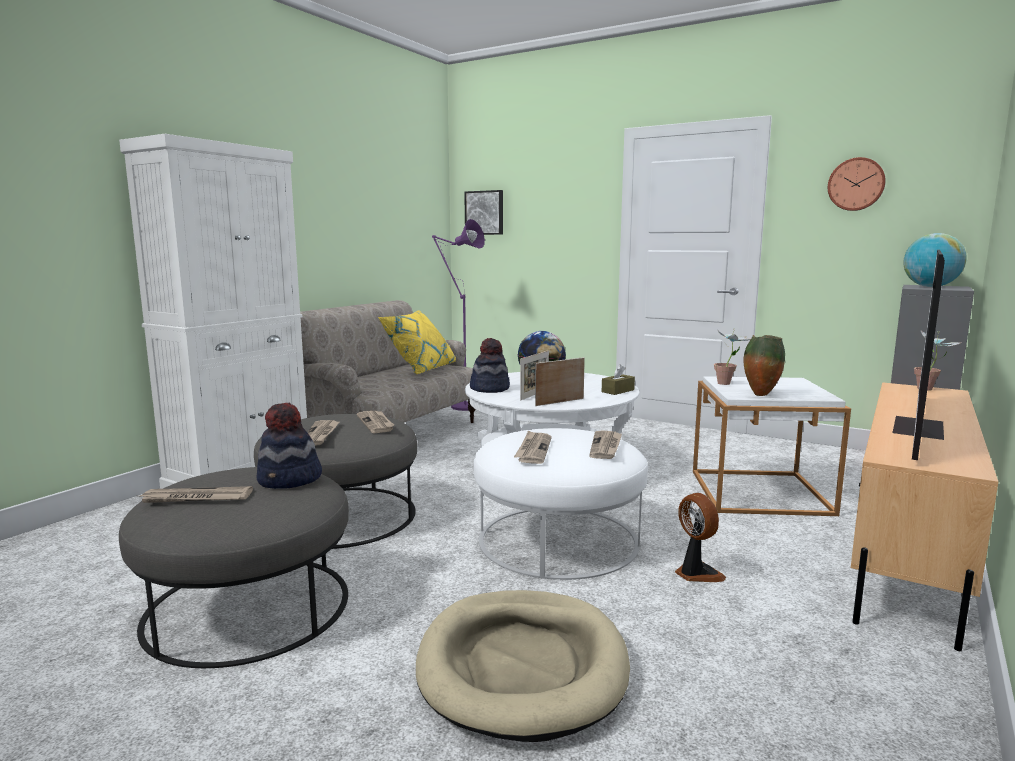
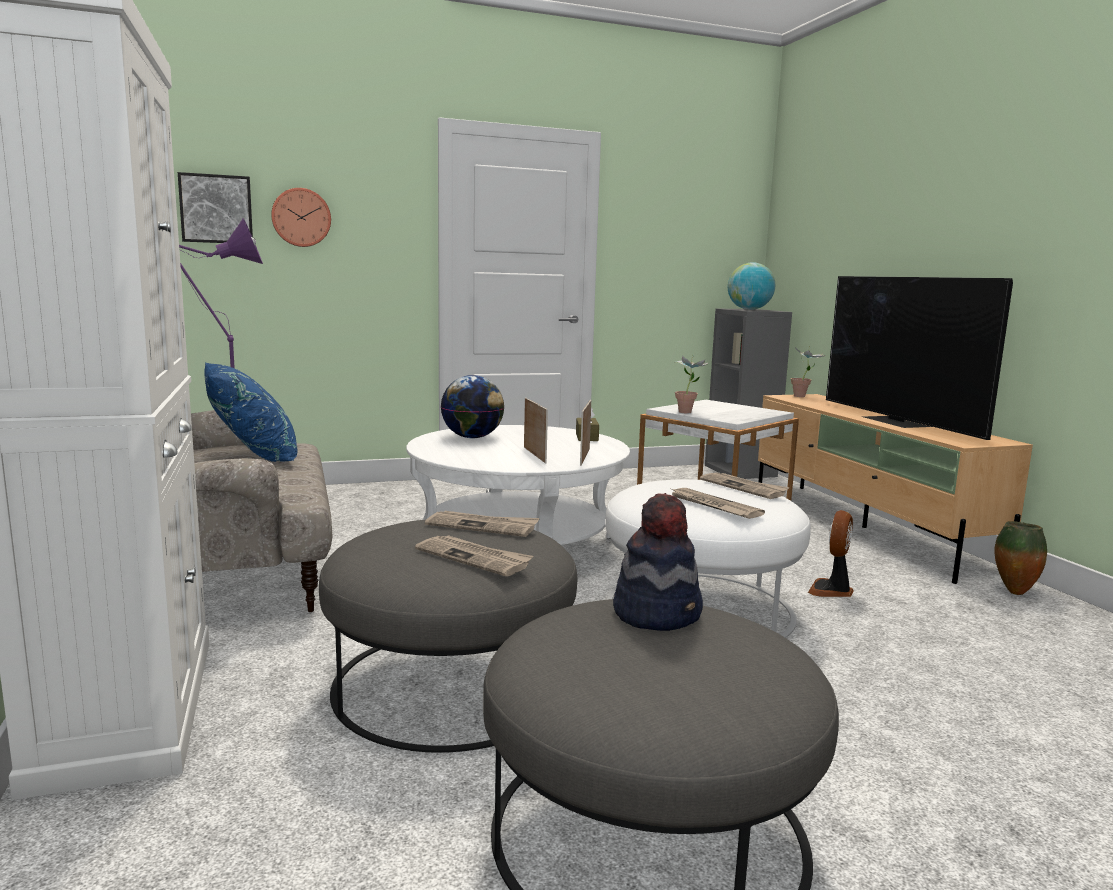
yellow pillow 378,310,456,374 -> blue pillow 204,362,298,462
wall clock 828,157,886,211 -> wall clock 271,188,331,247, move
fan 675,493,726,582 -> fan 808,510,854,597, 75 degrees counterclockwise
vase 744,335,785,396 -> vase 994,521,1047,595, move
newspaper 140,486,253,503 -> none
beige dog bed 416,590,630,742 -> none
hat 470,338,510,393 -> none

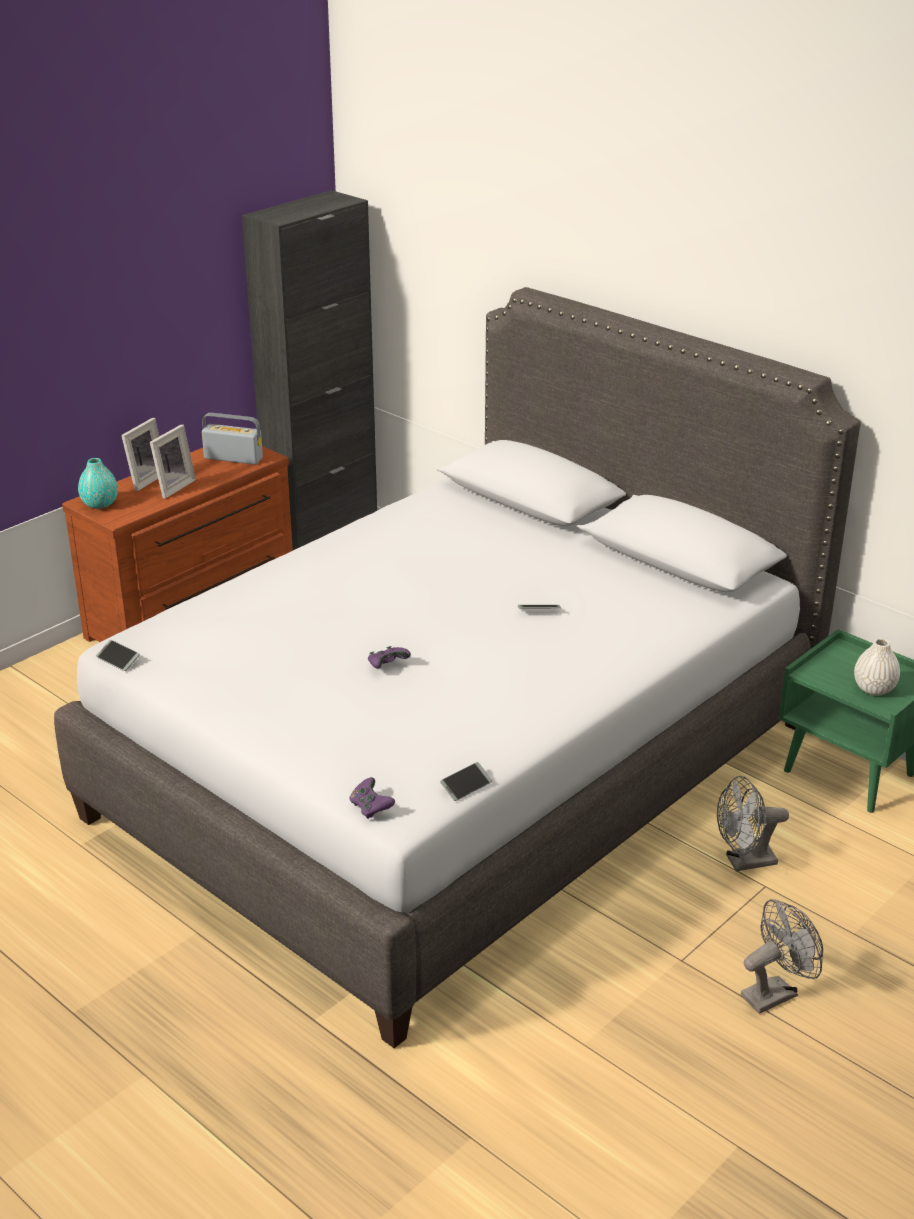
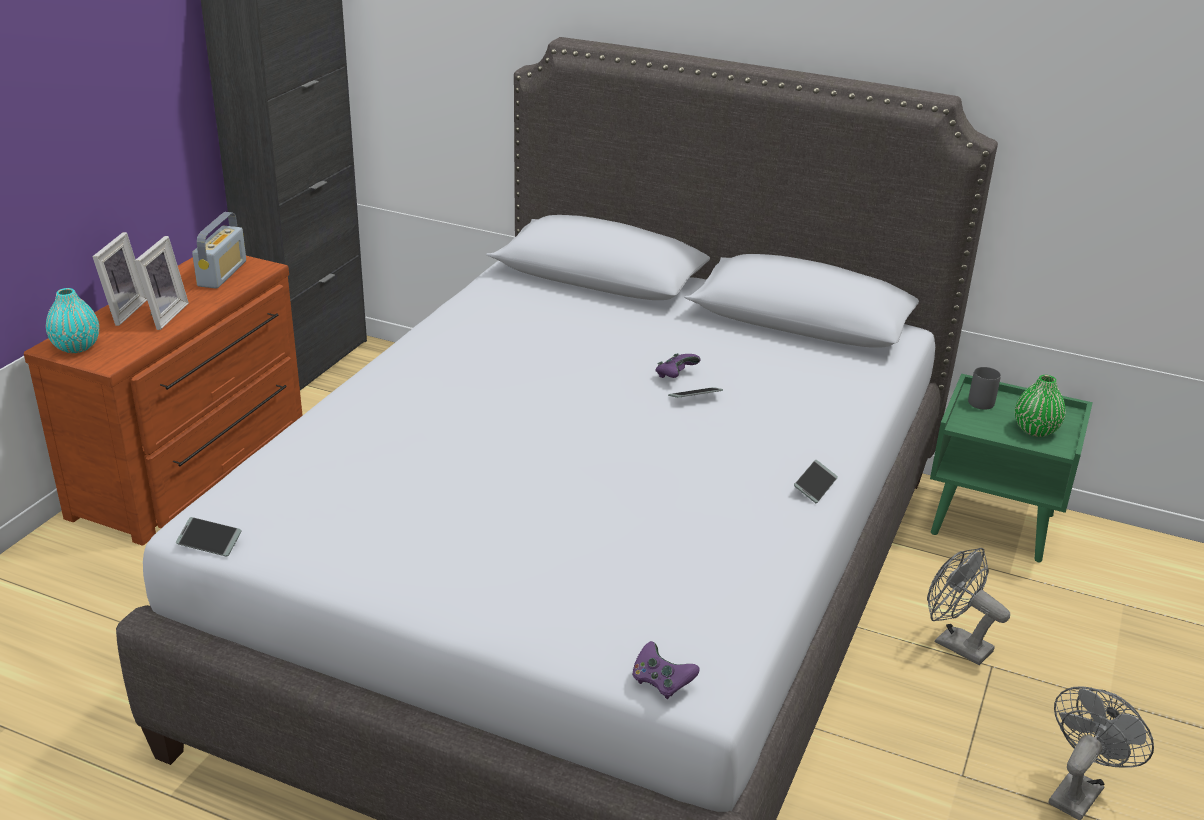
radio 202,413,263,465 -> radio 192,212,246,289, 105 degrees clockwise
purple game controller 368,646,411,668 -> purple game controller 655,353,701,378, move
phone 440,762,492,801 -> phone 794,460,838,503, move
grey fan 717,776,789,871 -> grey fan 927,548,1010,665, 75 degrees clockwise
none -> grey mug 968,367,1001,410
white vase 854,639,900,695 -> green vase 1015,375,1065,437

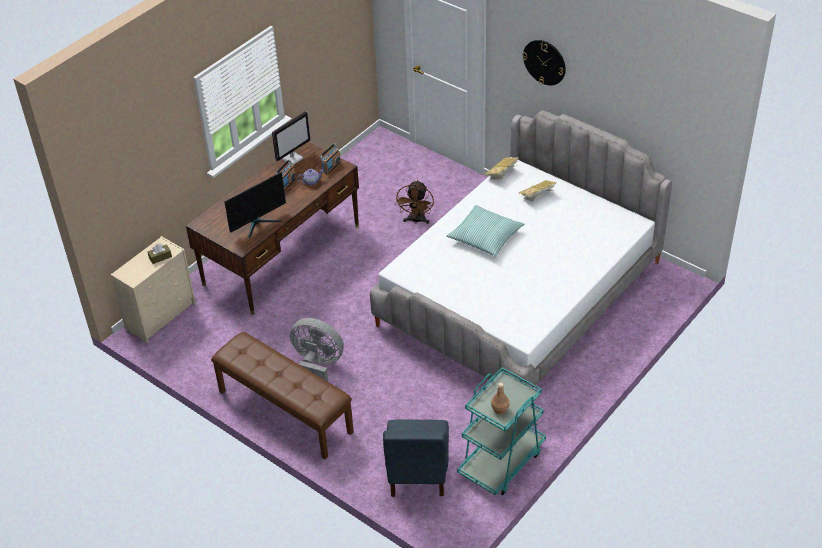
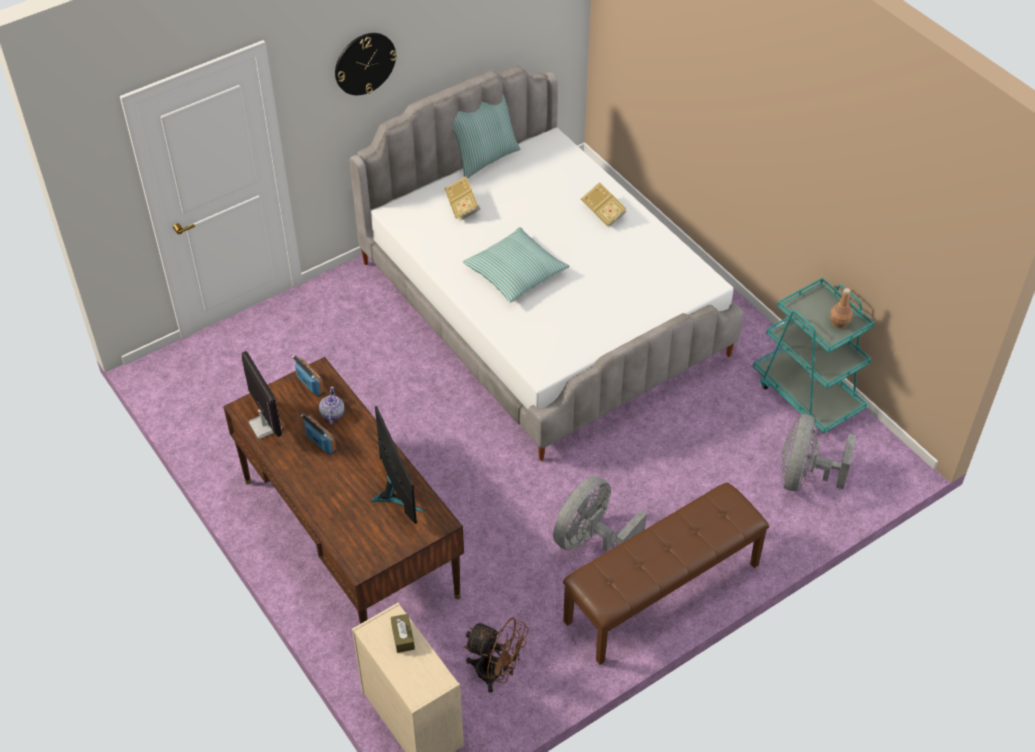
none -> pillow 453,94,520,179
brown fan 396,180,434,224 -> brown fan 464,617,529,693, move
book 484,158,518,180 -> book 581,182,626,228, move
blue chair 383,420,449,497 -> grey fan 781,414,856,491

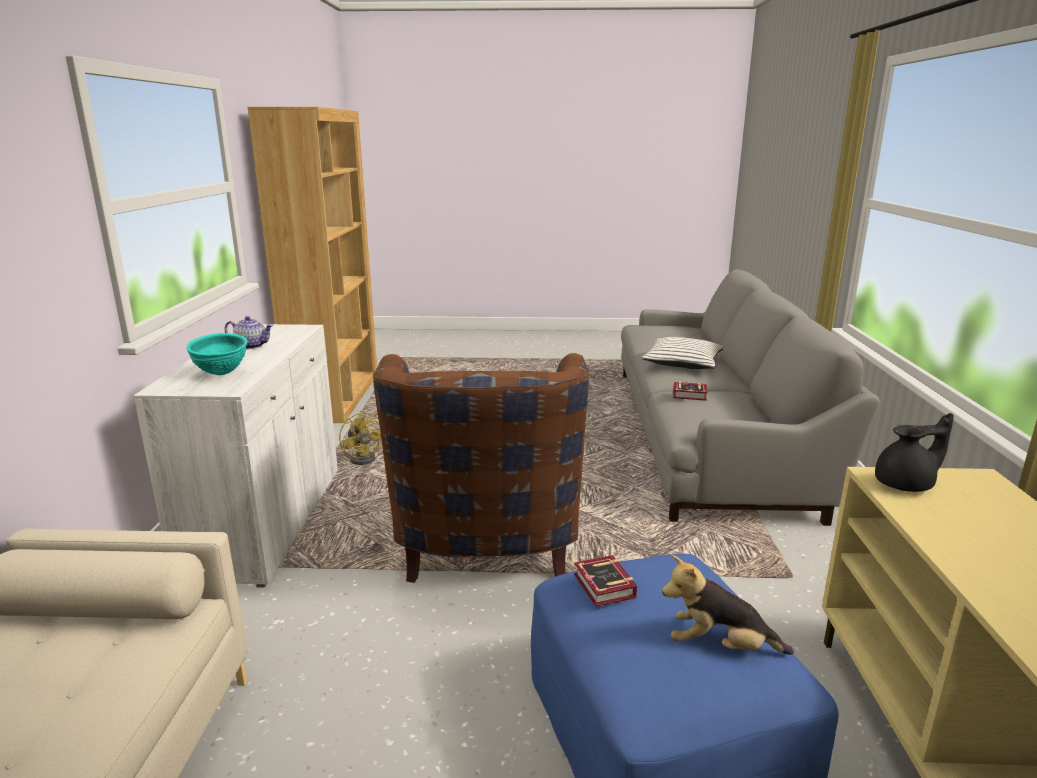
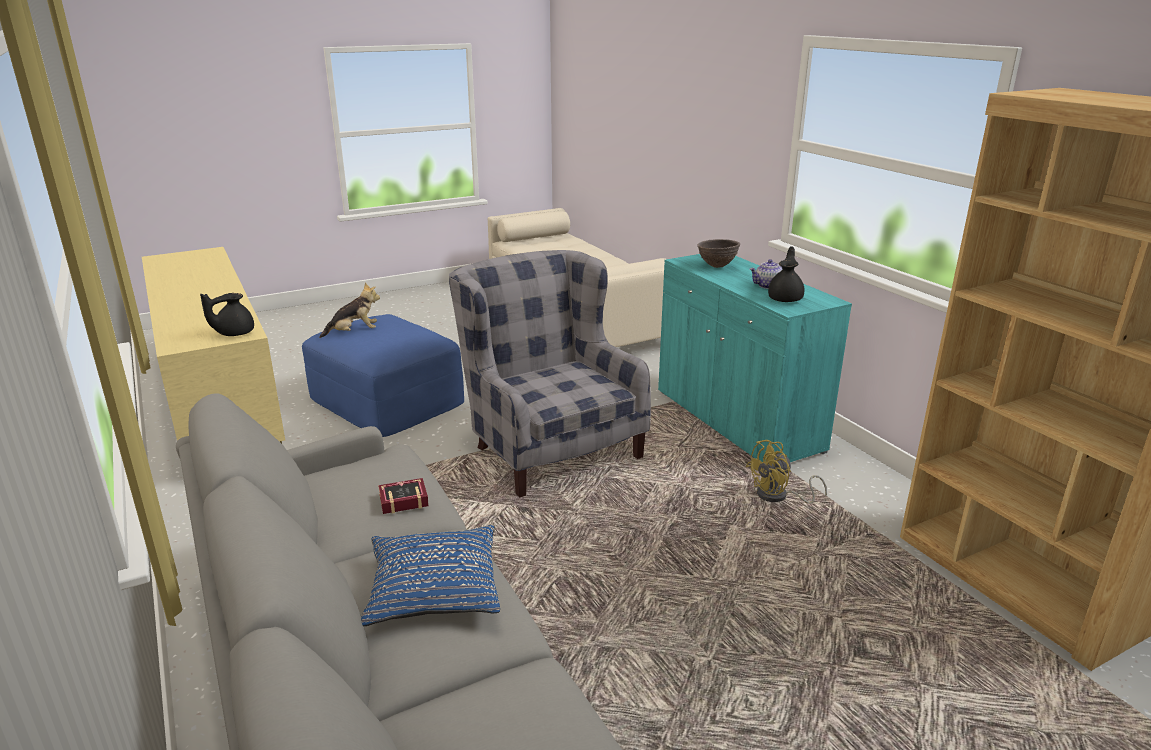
white pillow 642,337,723,369 -> blue pillow 361,525,500,626
brown armchair 373,353,589,583 -> grey armchair 449,250,651,498
white cabinet 133,324,338,588 -> turquoise cabinet 658,254,852,462
turquoise bowl 187,333,248,375 -> brown bowl 697,239,740,268
yellow fan 339,411,382,465 -> yellow fan 746,440,827,504, 60 degrees counterclockwise
none -> black teapot 768,246,804,302
book 574,555,637,607 -> none

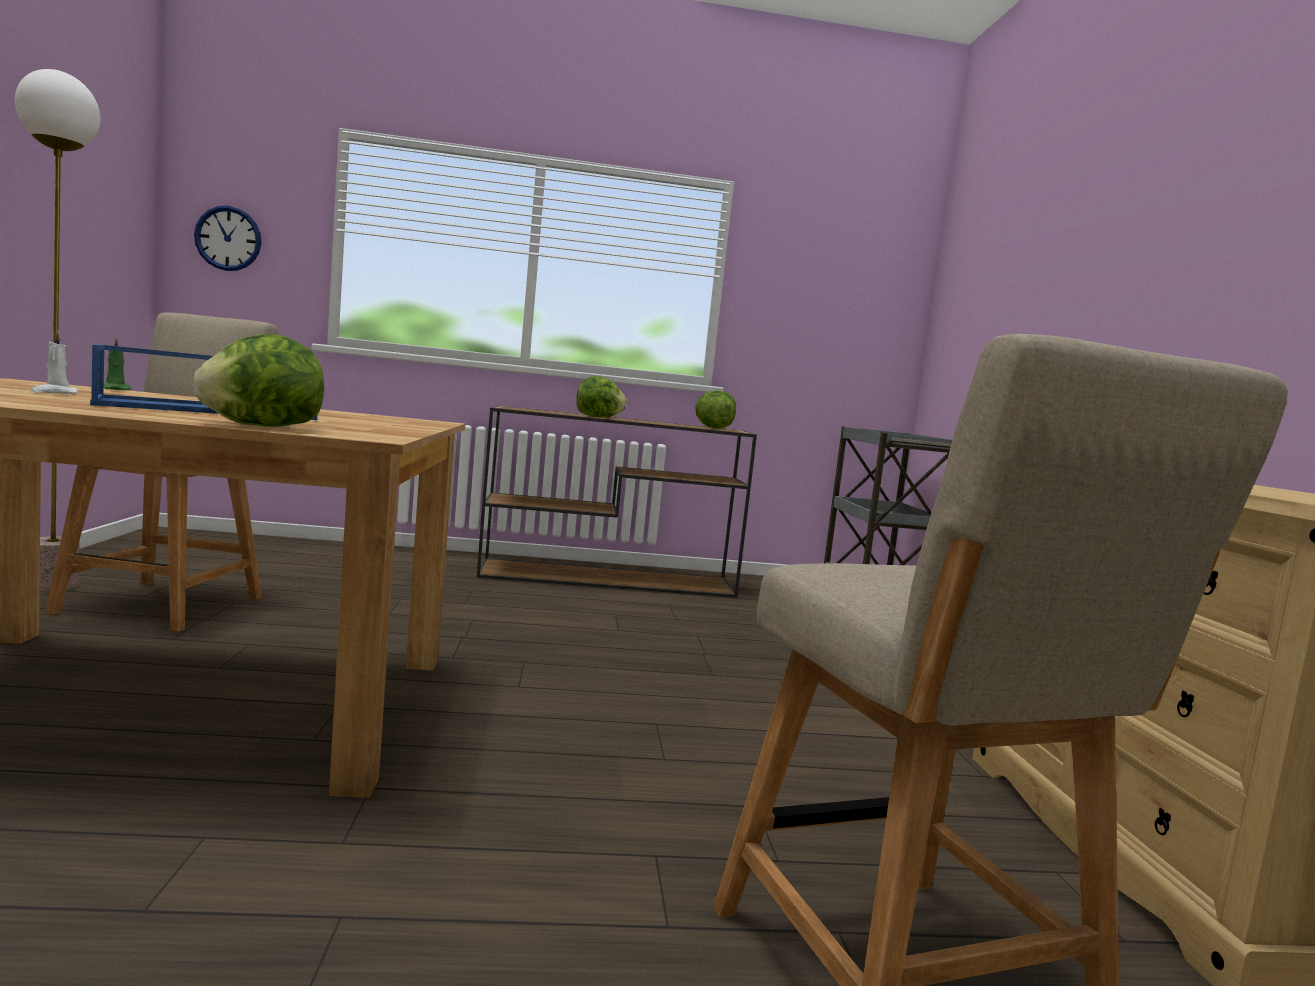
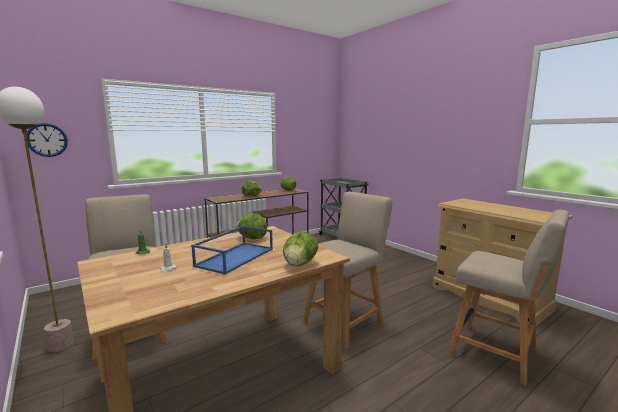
none -> lettuce 236,213,267,239
none -> beige chair 303,192,393,349

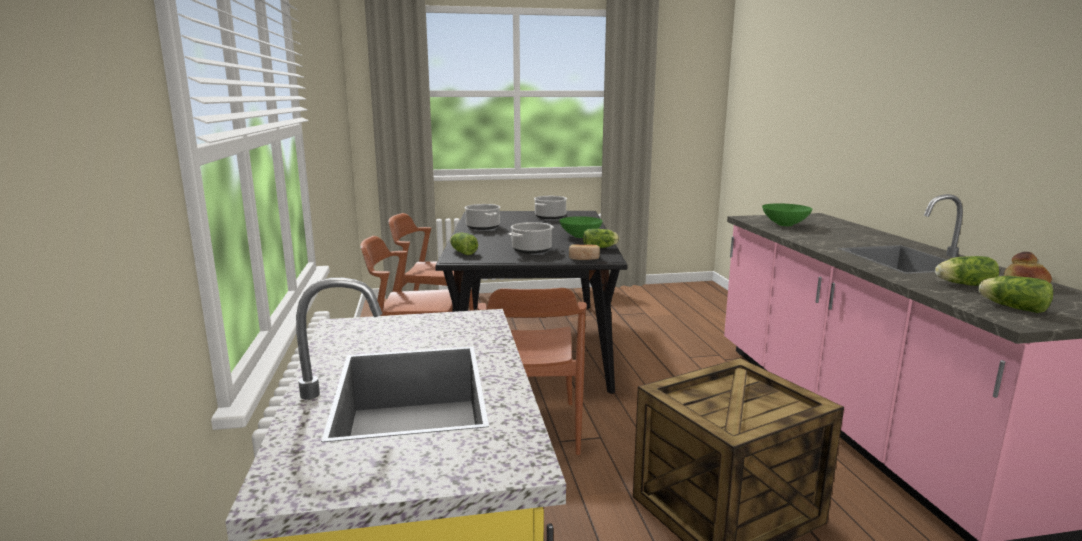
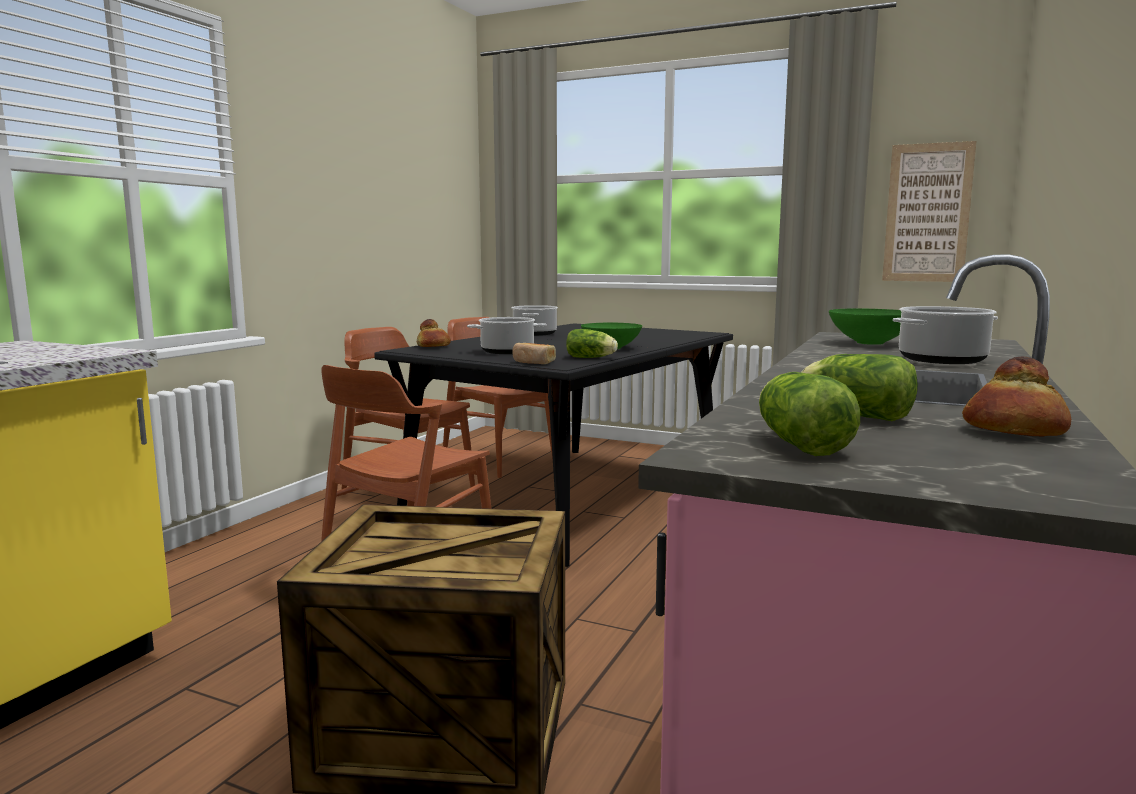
lettuce 450,233,478,255 -> bread 417,319,451,347
none -> picture 882,141,976,282
cooking pot 534,196,567,219 -> cooking pot 893,306,998,364, move

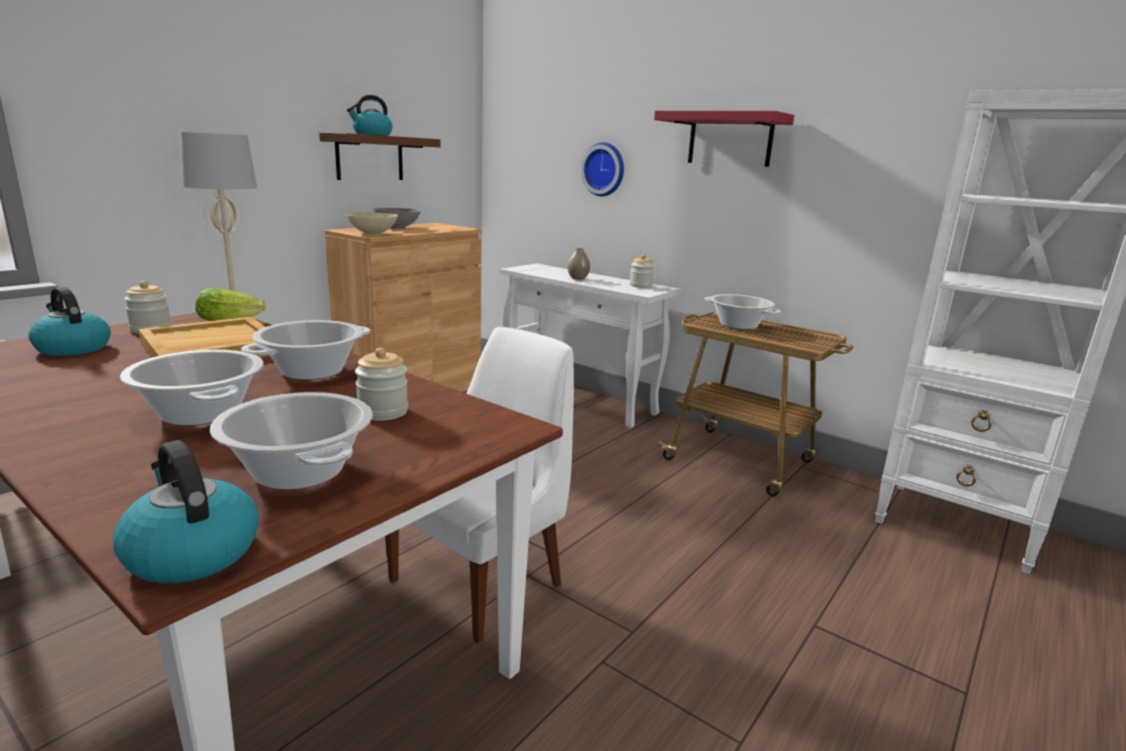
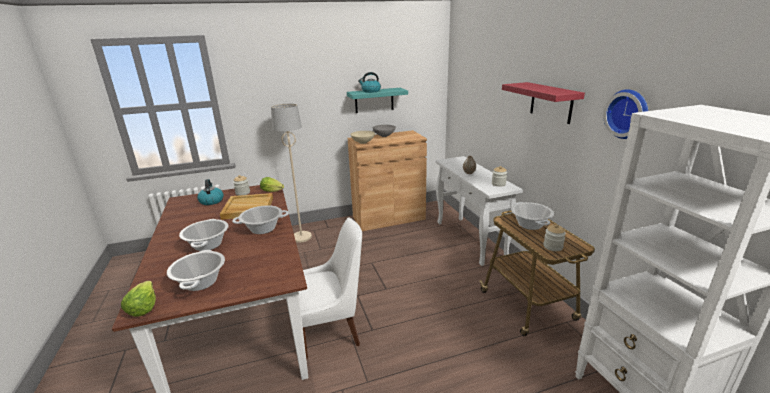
kettle 113,440,259,584 -> lettuce 121,281,156,317
brown shelf 319,132,441,180 -> turquoise shelf 347,88,408,113
jar 355,348,408,421 -> jar 543,224,566,251, move
wall clock 581,142,624,196 -> wall clock 603,89,648,139, move

